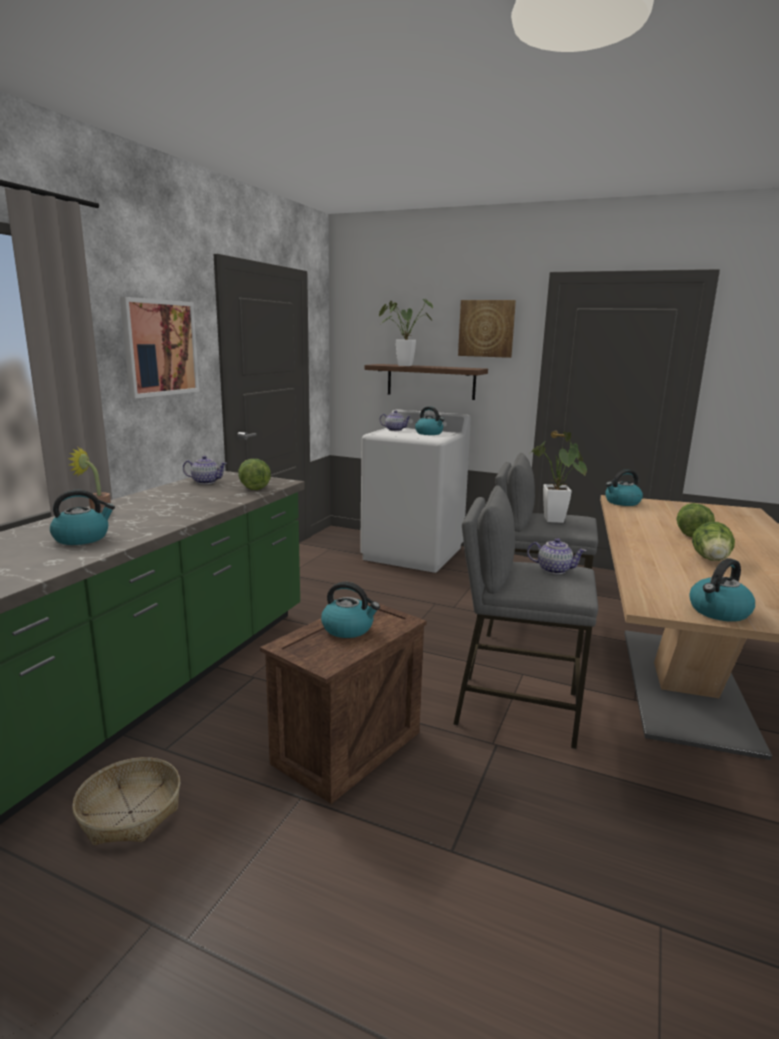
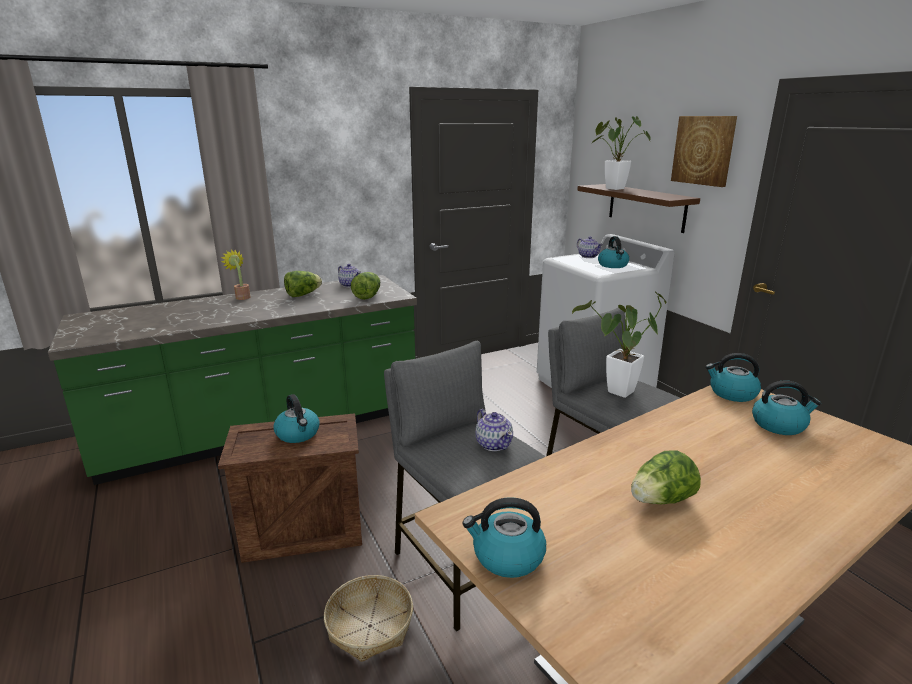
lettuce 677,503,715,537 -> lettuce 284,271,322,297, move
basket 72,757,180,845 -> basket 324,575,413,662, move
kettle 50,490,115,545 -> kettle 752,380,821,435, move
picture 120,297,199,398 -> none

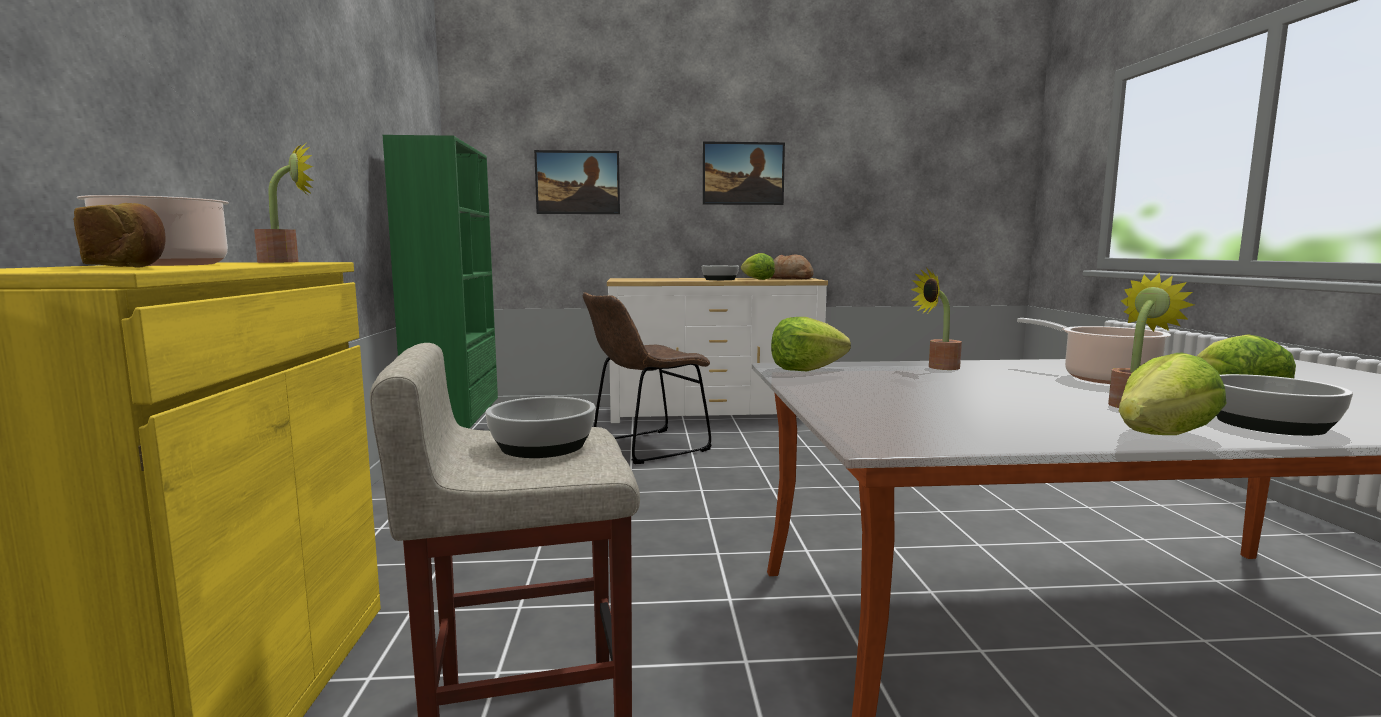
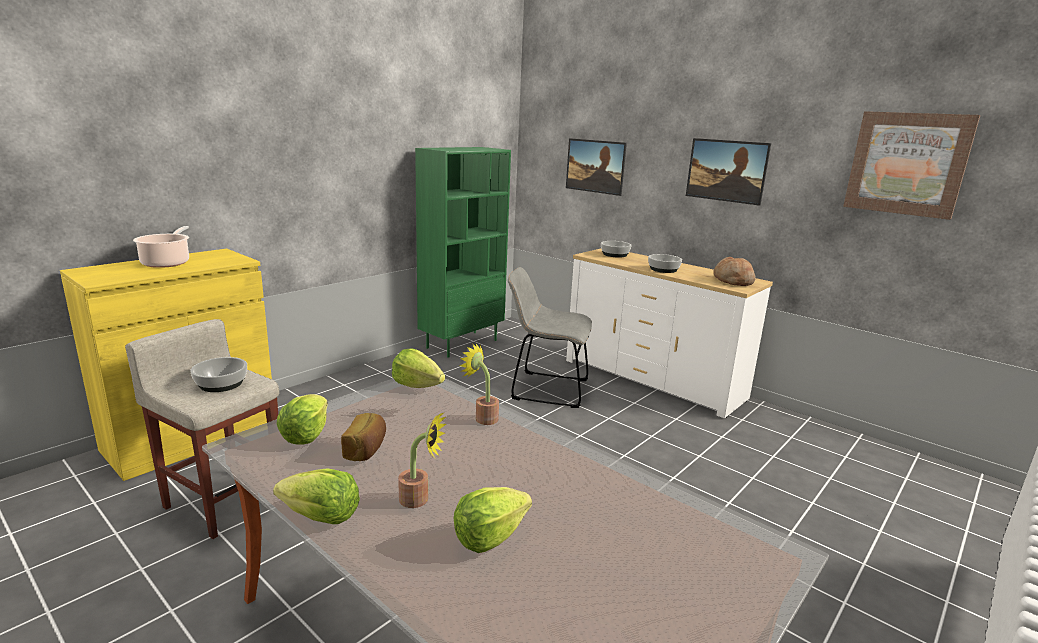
lettuce 741,253,775,280 -> lettuce 277,394,328,445, move
bread 73,203,166,267 -> bread 341,413,386,461, move
brown chair 583,292,712,464 -> grey chair 508,267,592,408
bowl 1217,374,1353,436 -> bowl 601,241,632,258, move
none -> picture 843,111,980,220
potted plant 254,141,313,263 -> none
cooking pot 1017,318,1171,384 -> none

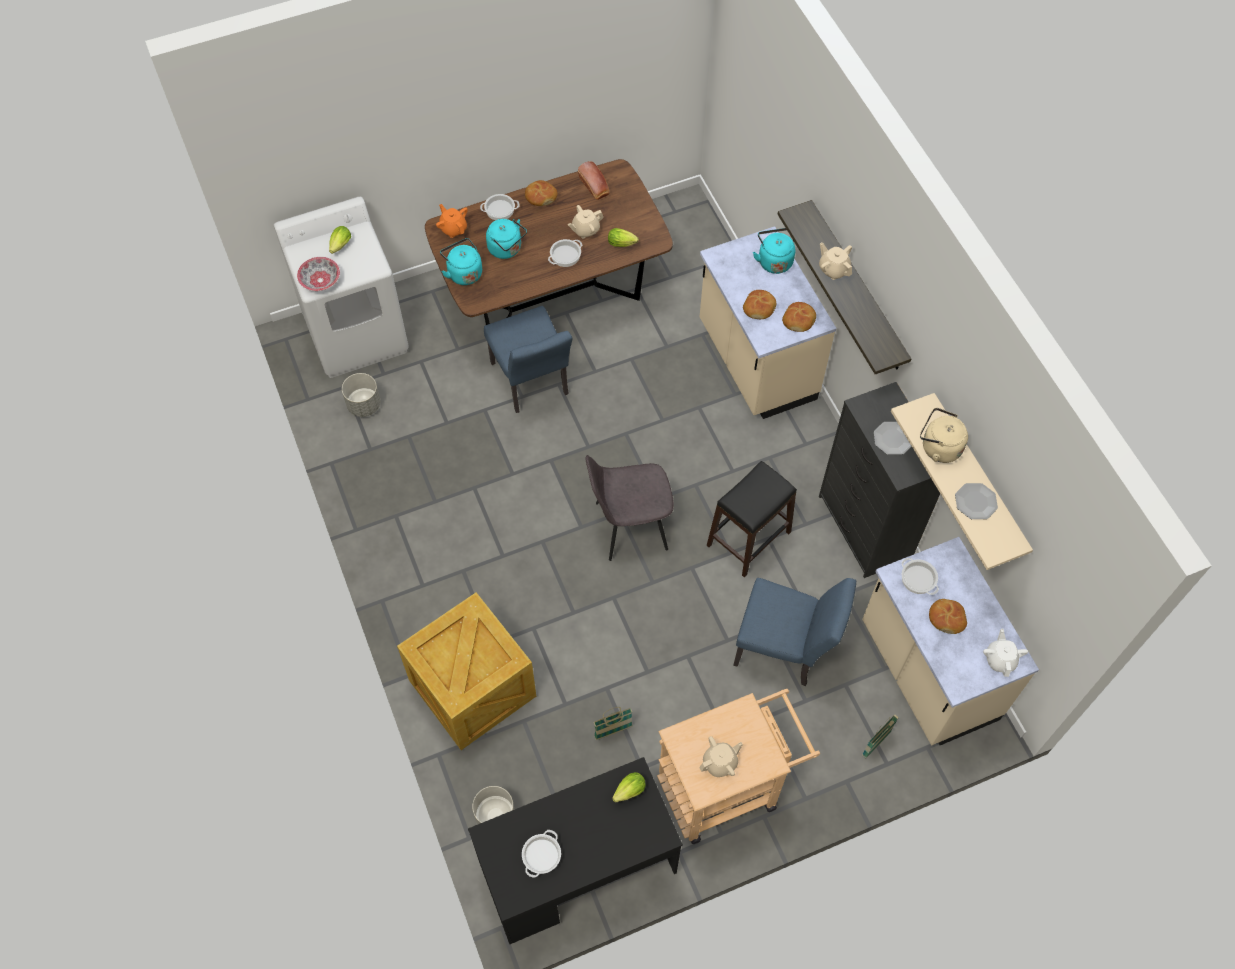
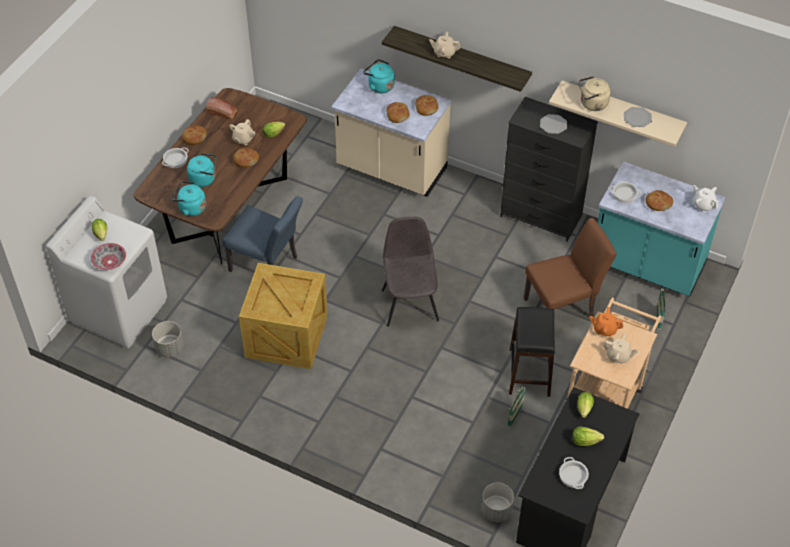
cooking pot 548,239,582,267 -> bread 233,148,259,167
crate 397,592,536,750 -> crate 239,263,328,369, move
grey chair 585,455,674,561 -> grey chair 382,217,439,326, 135 degrees clockwise
black stool 707,461,797,578 -> black stool 509,307,555,397, move
blue chair 733,578,856,686 -> brown chair 524,218,617,317
none -> lettuce 572,426,604,446
orange teapot 436,204,468,238 -> orange teapot 590,307,623,336, move
beige counter 862,537,1039,746 -> turquoise counter 598,161,726,296
beige teapot 699,736,743,777 -> beige teapot 603,334,638,364, 90 degrees clockwise

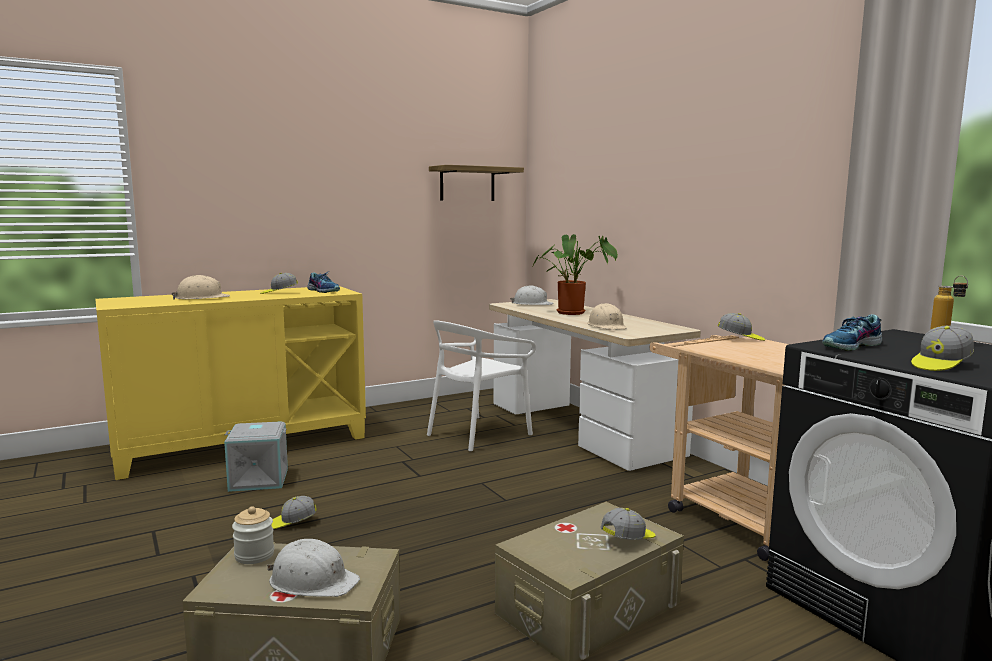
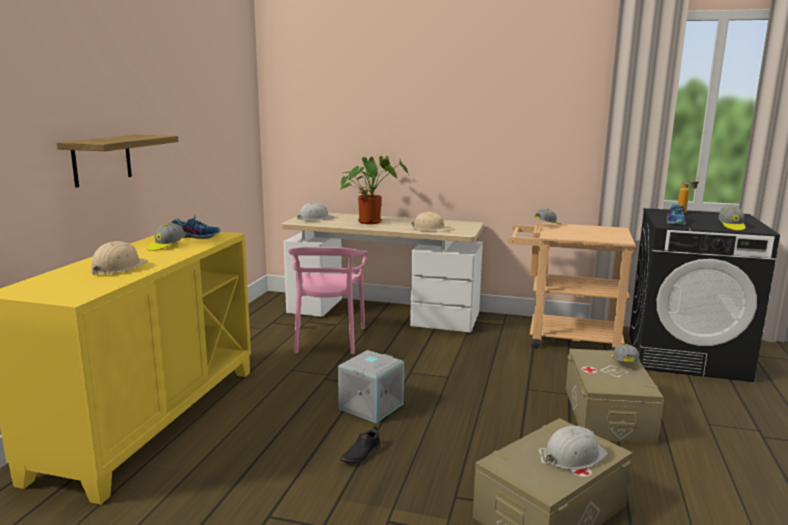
shelf 429,165,524,201 -> shelf 57,135,179,188, move
white chair 427,320,536,452 -> pink chair 288,247,368,354
grey storage box 224,421,288,492 -> grey storage box 338,350,404,423, move
cap 271,496,317,529 -> black shoe 340,426,381,463
jar 232,506,274,564 -> none

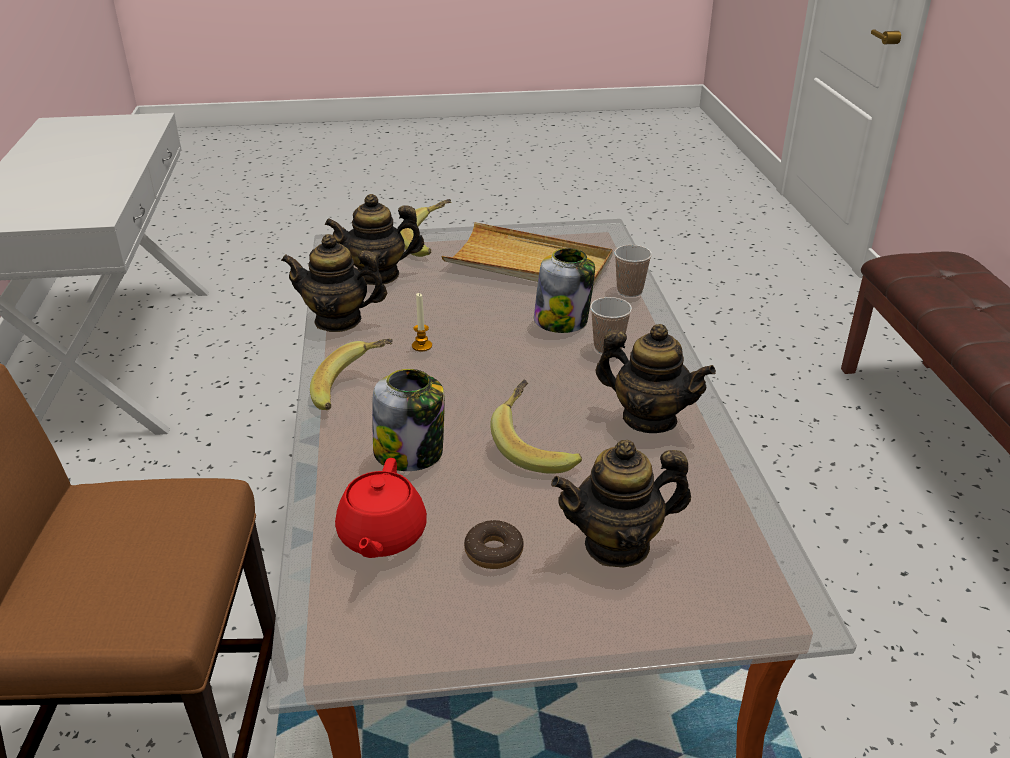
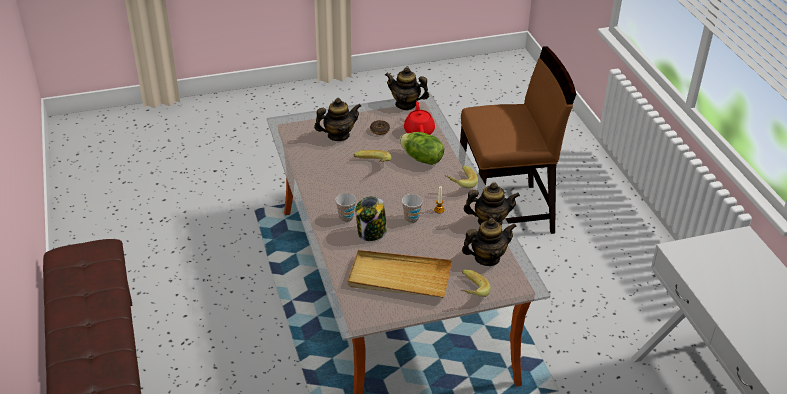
teapot 595,324,716,433 -> teapot 385,67,429,110, move
jar 372,369,445,471 -> lettuce 399,132,444,165
cup 614,245,652,297 -> cup 402,194,423,223, move

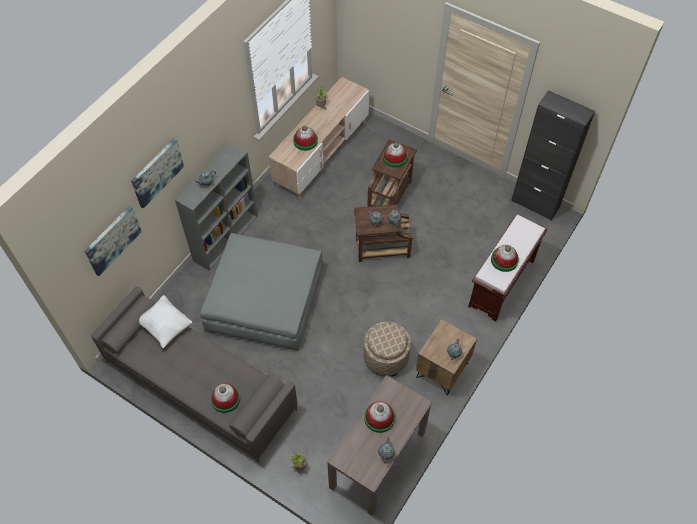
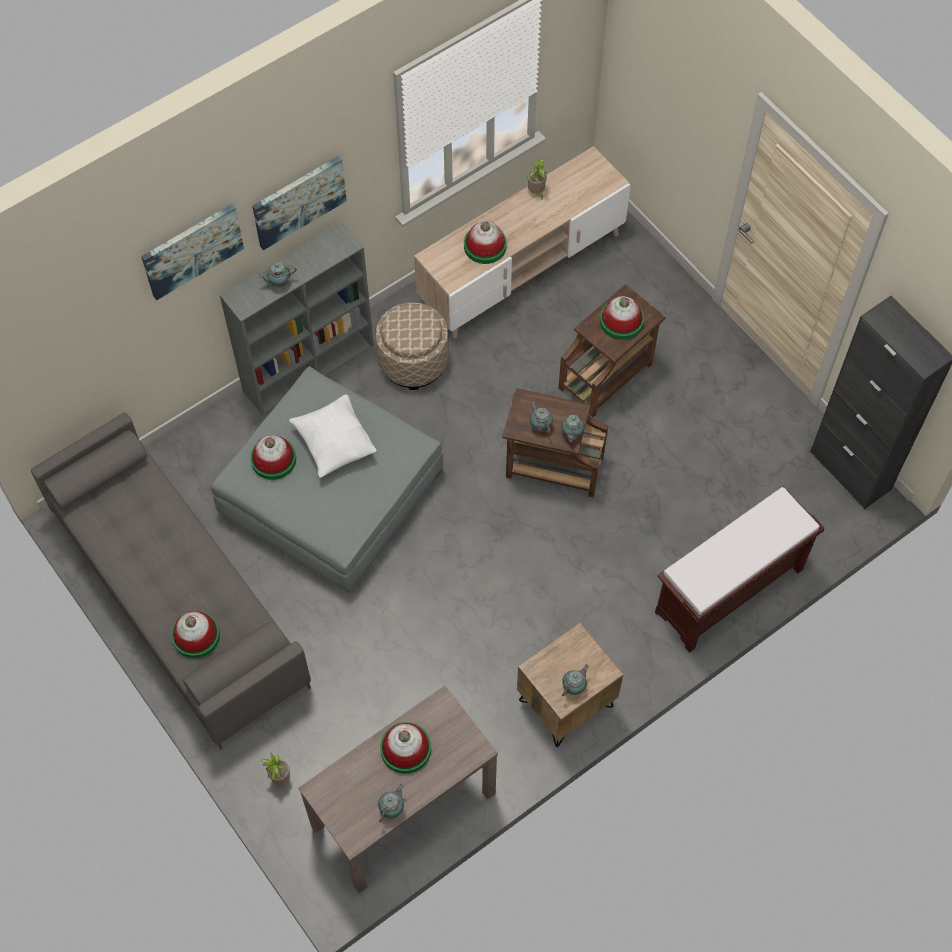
hat 491,245,519,272 -> hat 250,435,296,480, move
picture 85,206,142,276 -> picture 252,156,347,250, move
white pillow 139,295,192,348 -> white pillow 289,395,376,478, move
beige ottoman 363,322,411,376 -> beige ottoman 375,302,449,390, move

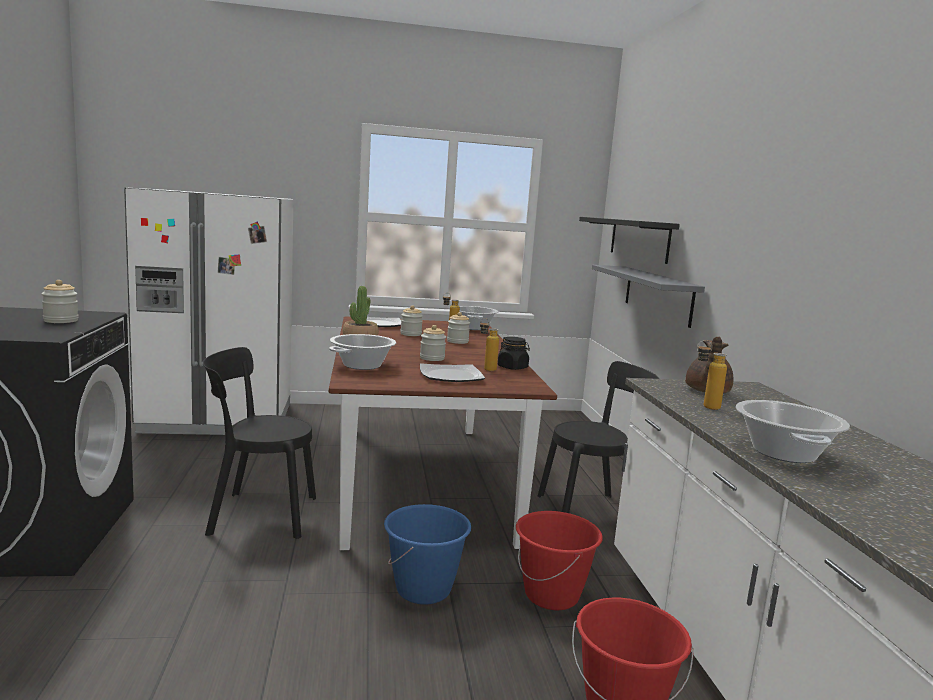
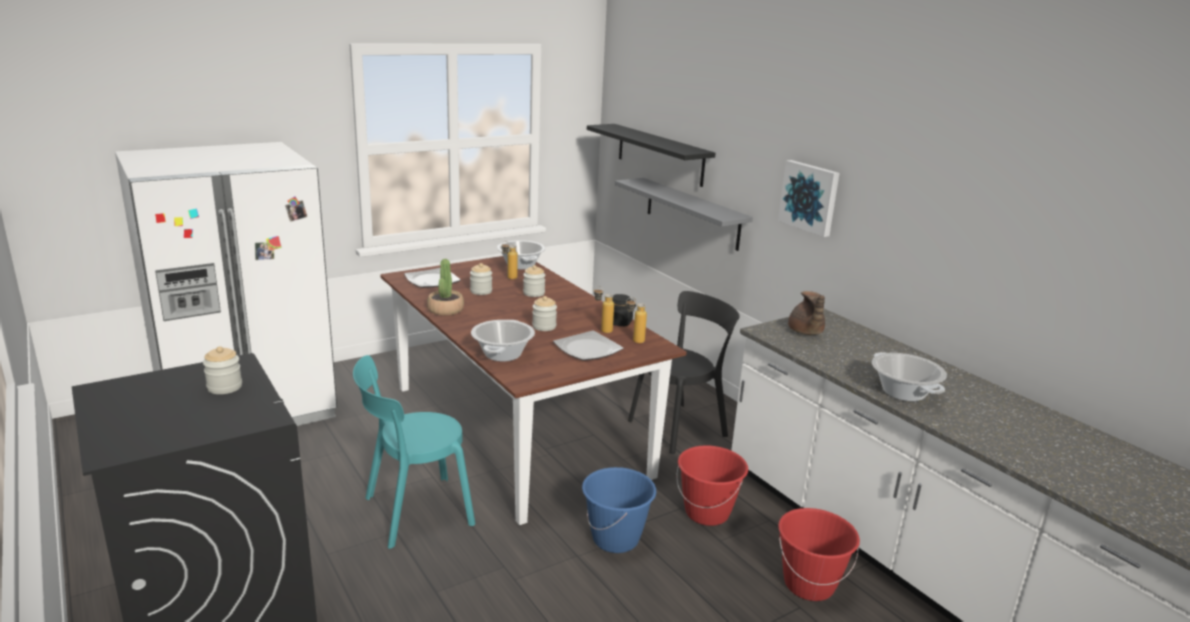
black chair 203,347,316,539 -> turquoise chair 353,355,475,549
bottle 697,340,727,410 -> bottle 626,297,647,343, move
none -> picture 778,160,839,237

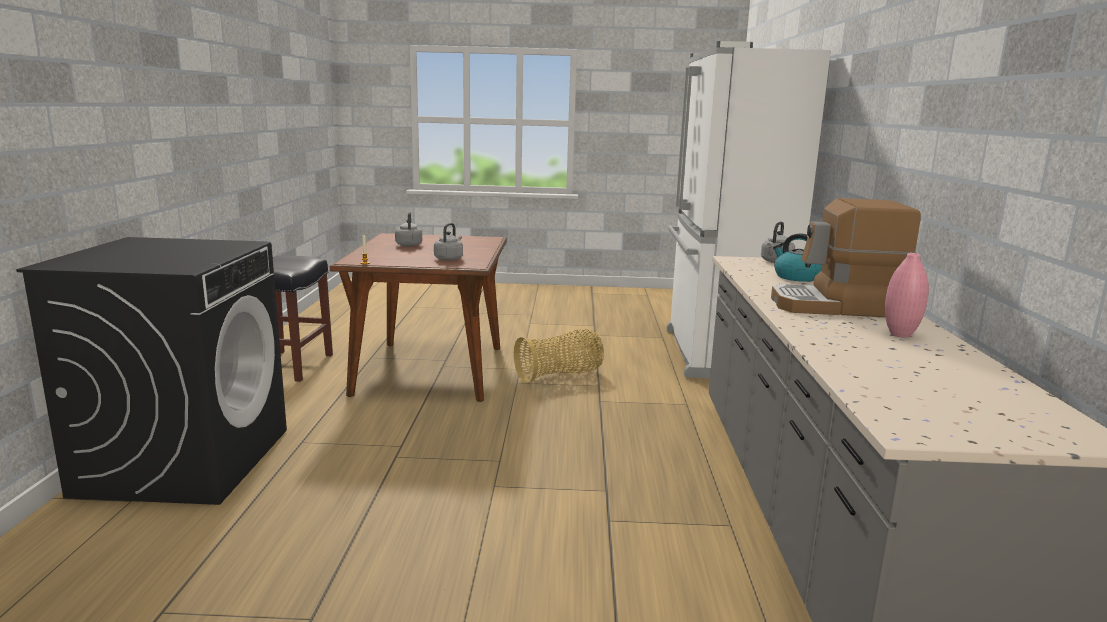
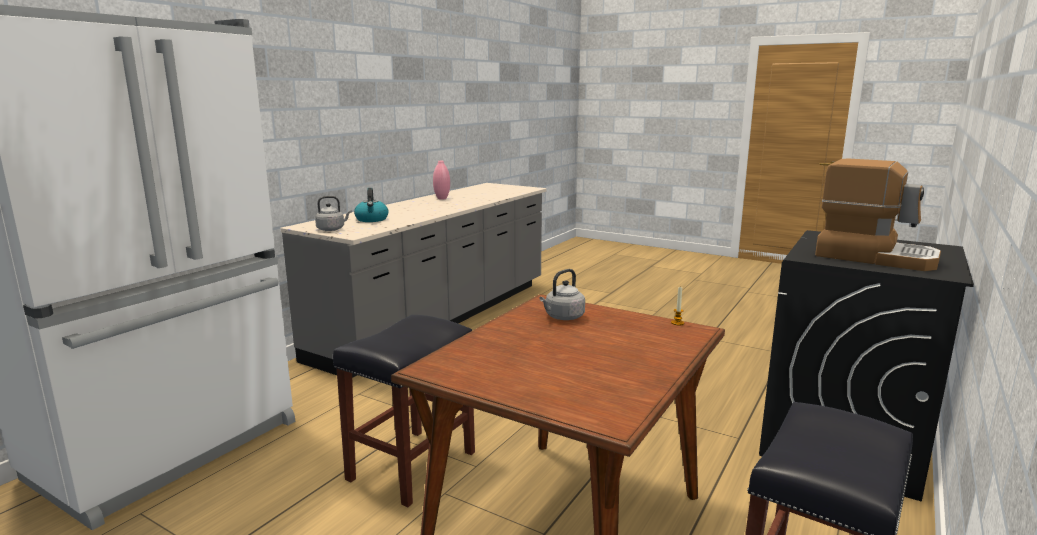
basket 514,329,604,383 -> black stool 333,315,475,507
coffee machine 771,198,921,317 -> coffee machine 815,158,941,271, move
grey kettle 395,212,422,246 -> none

